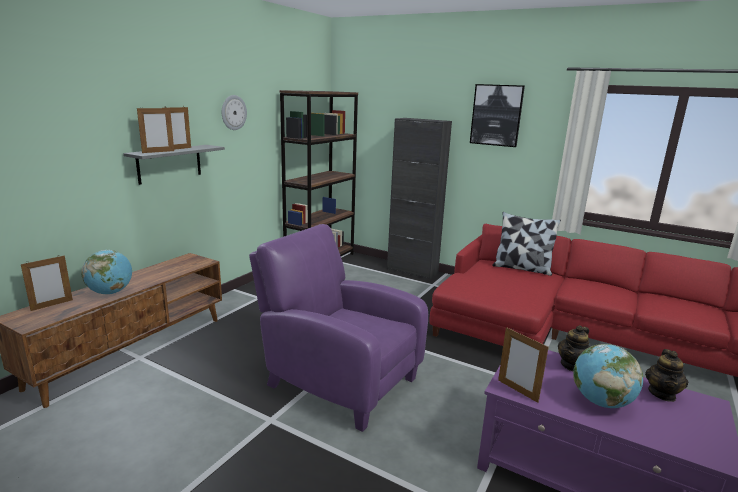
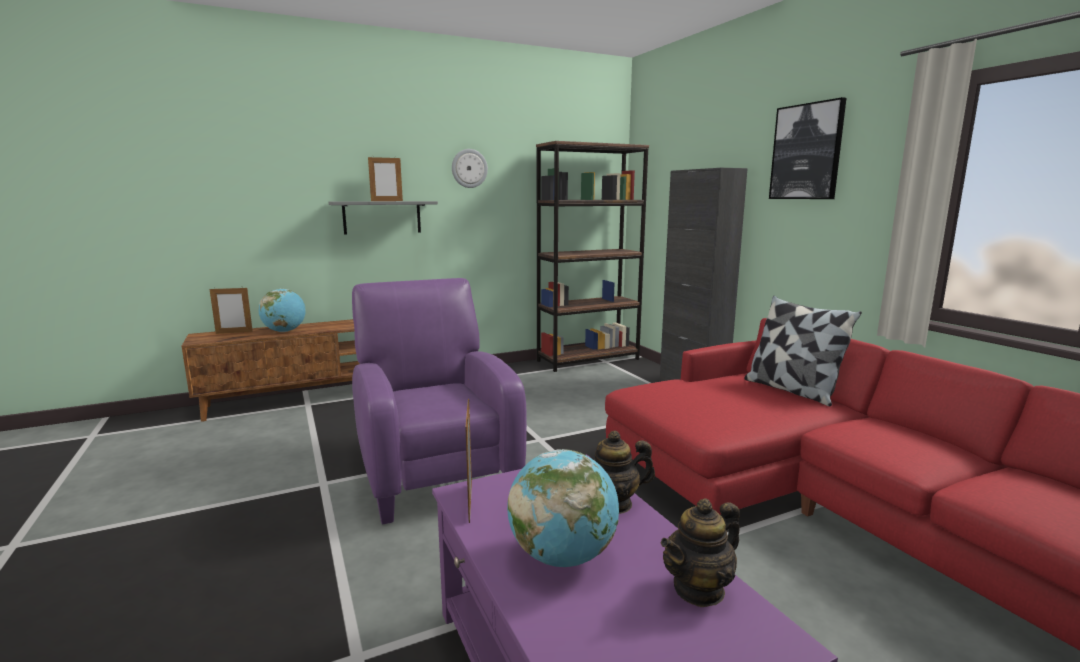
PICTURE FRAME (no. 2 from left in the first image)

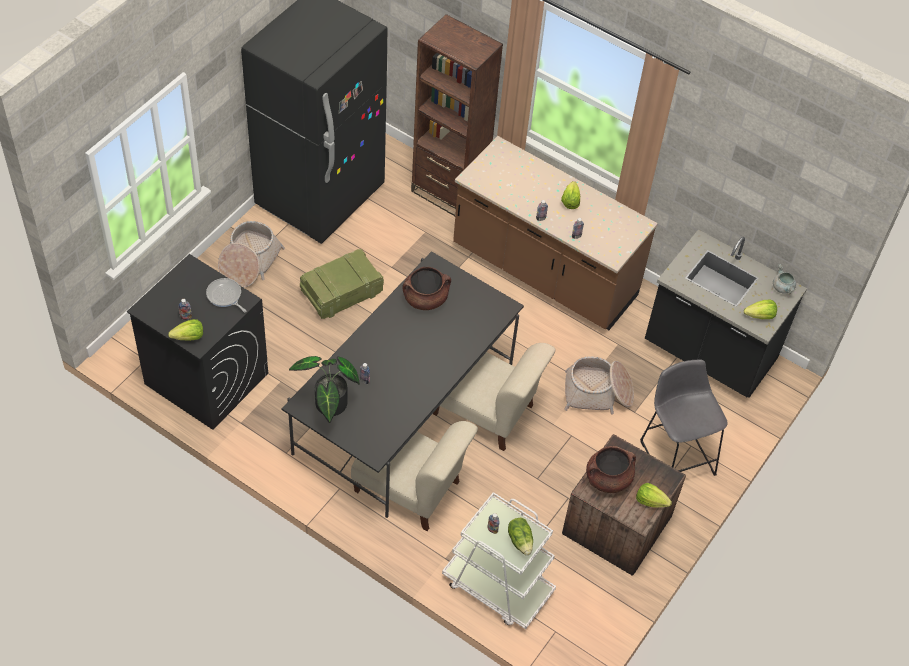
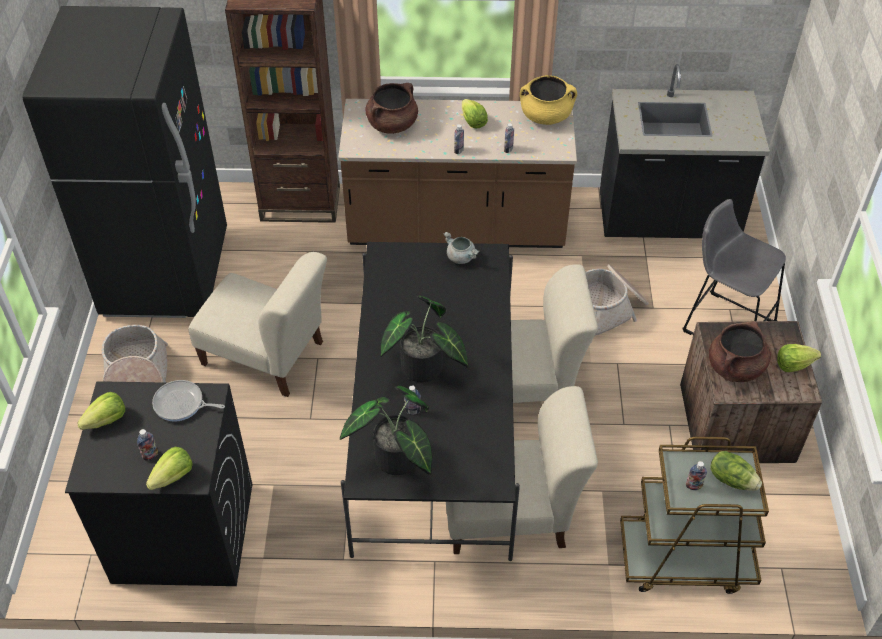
BEIGE CHAIR (no. 1 from left); GREY COOKING POT; BROWN COOKING POT (no. 1 from left); LETTUCE (no. 1 from left); BROWN CART; YELLOW COOKING POT; POTTED PLANT (no. 2 from left)

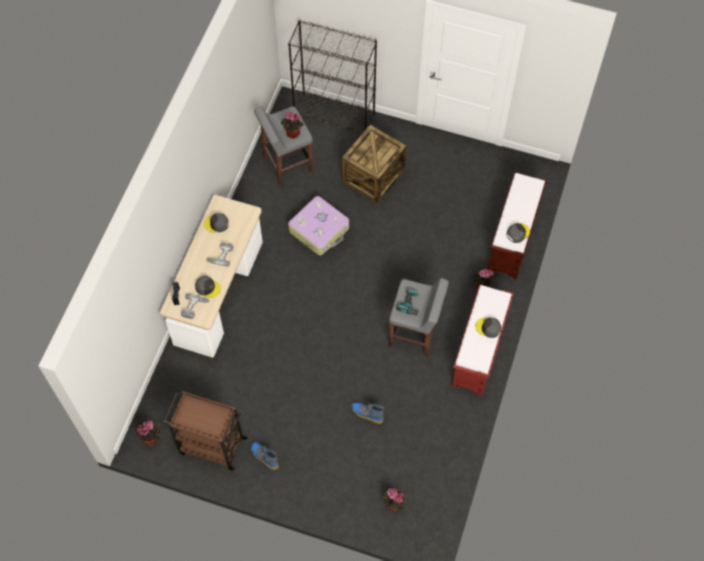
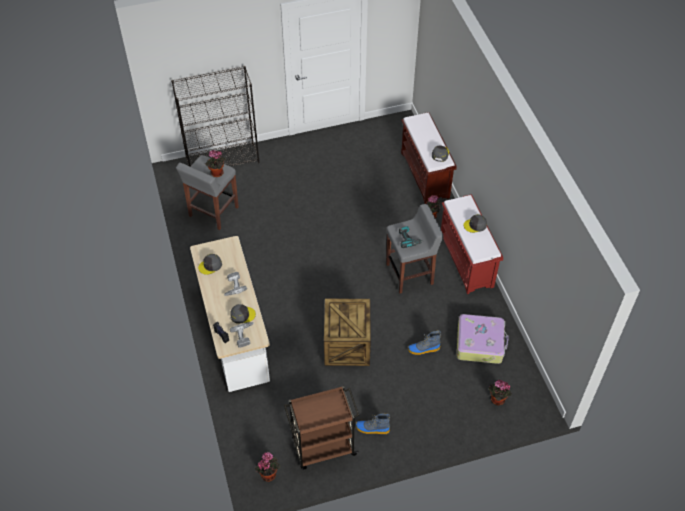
CRATE; SUITCASE

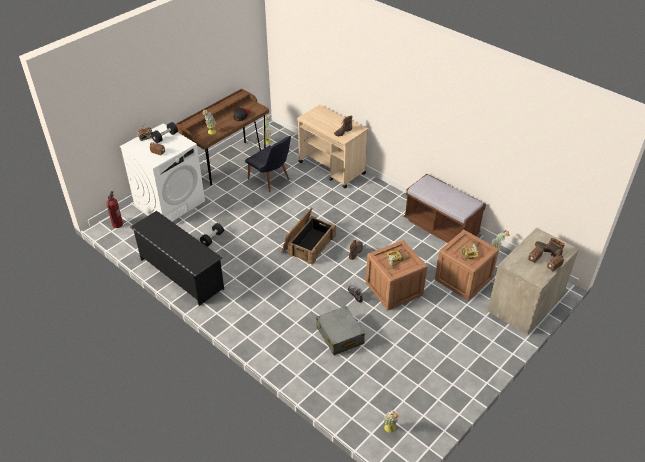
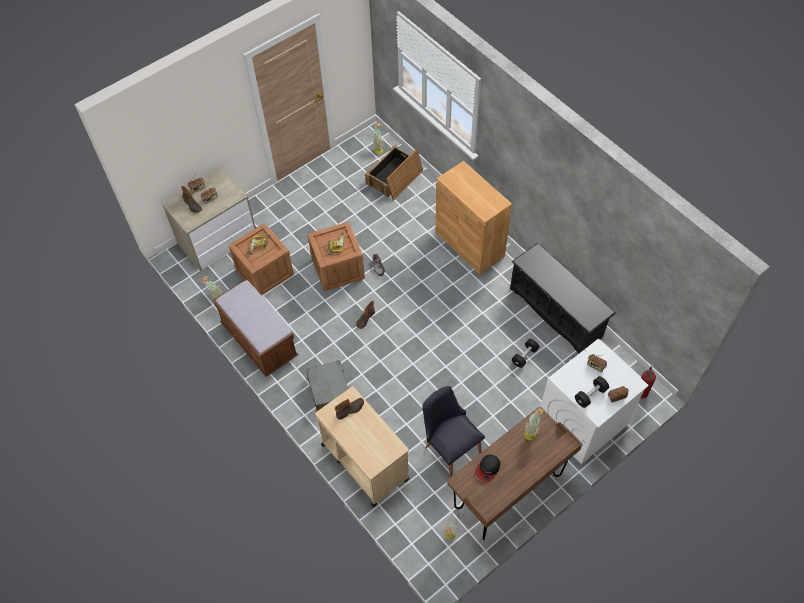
CRATE (no. 3 from left); GREY SUITCASE; BROWN CABINET

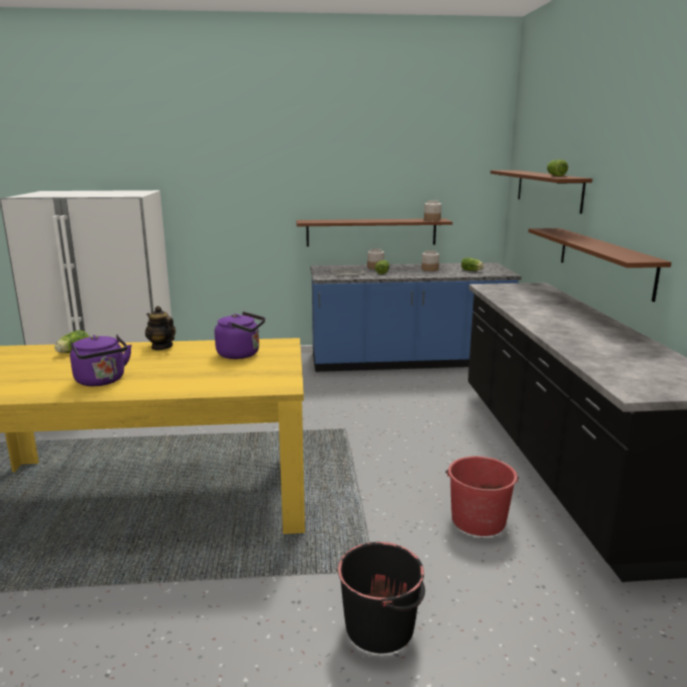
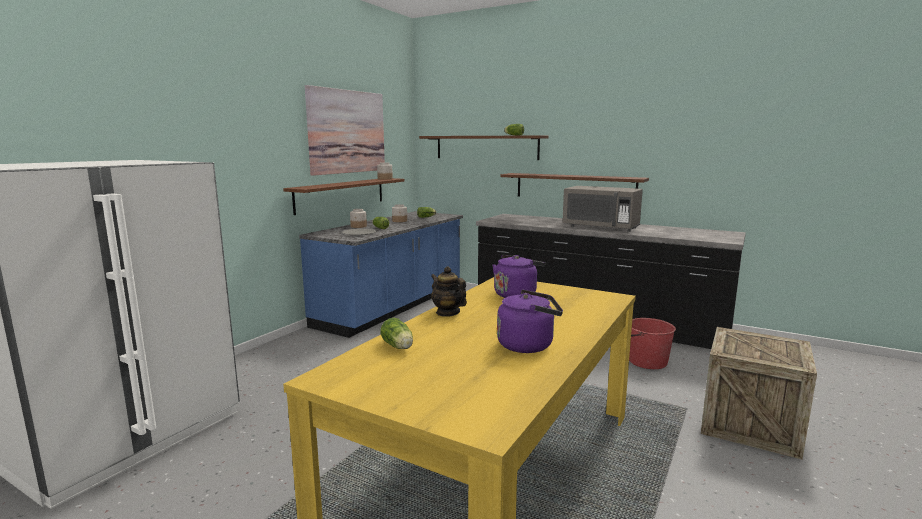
TEAPOT; CRATE; PICTURE; GREY MICROWAVE

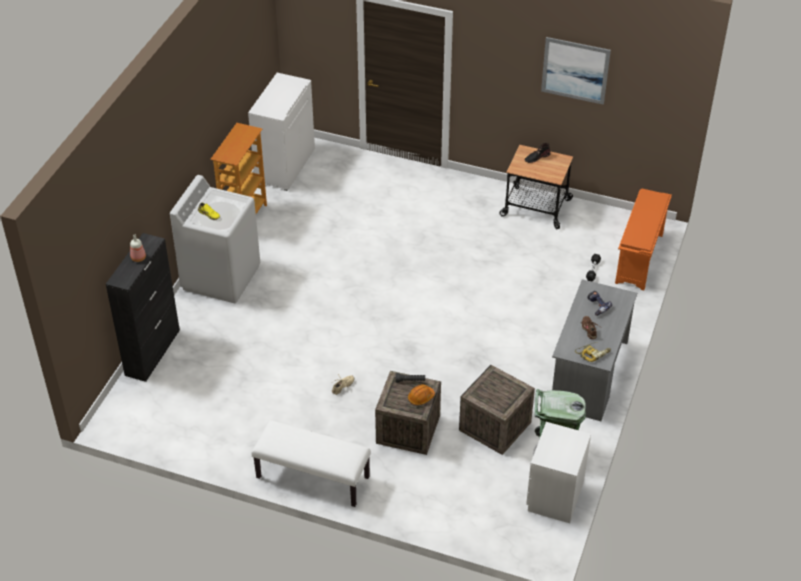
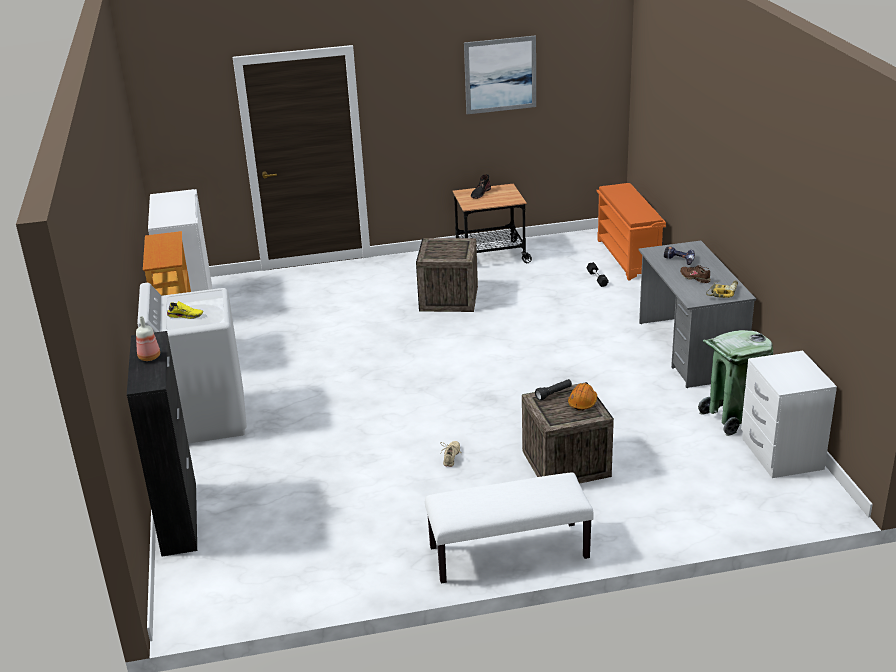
CRATE (no. 1 from left)

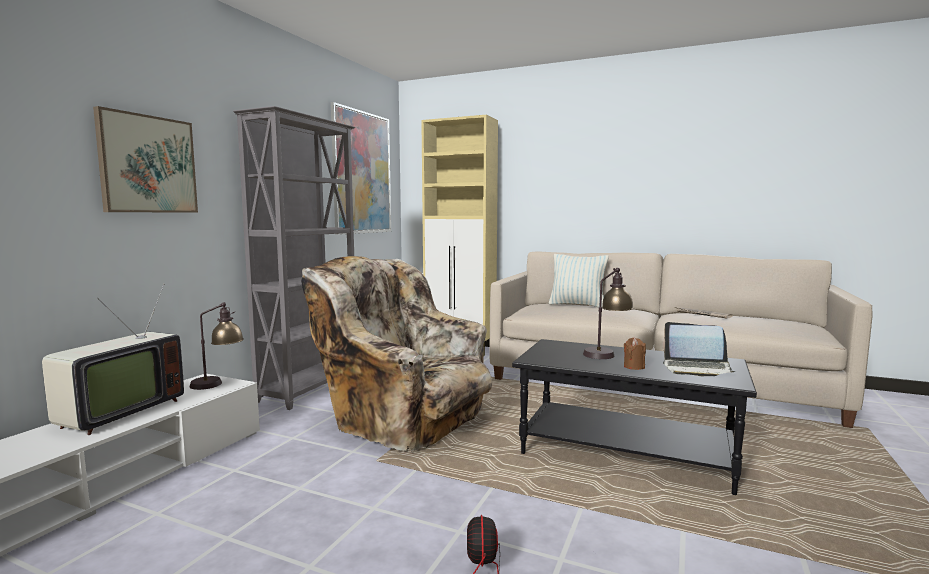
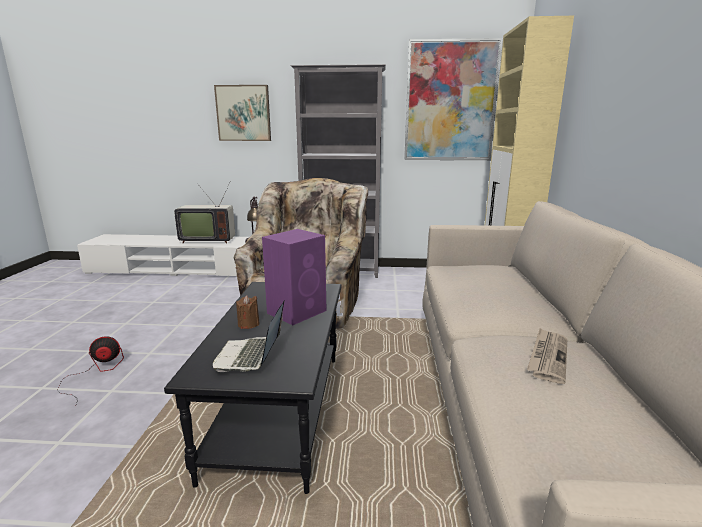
PILLOW; PURPLE SPEAKER

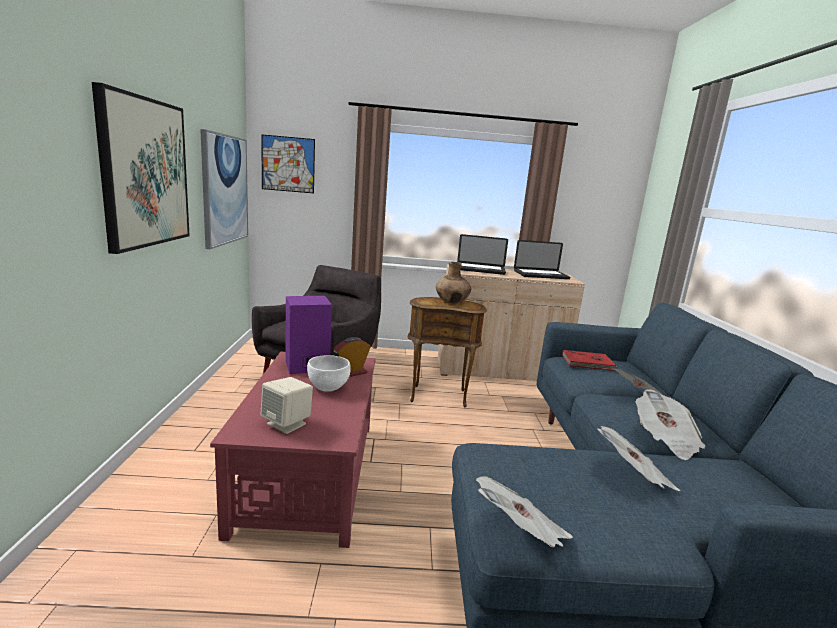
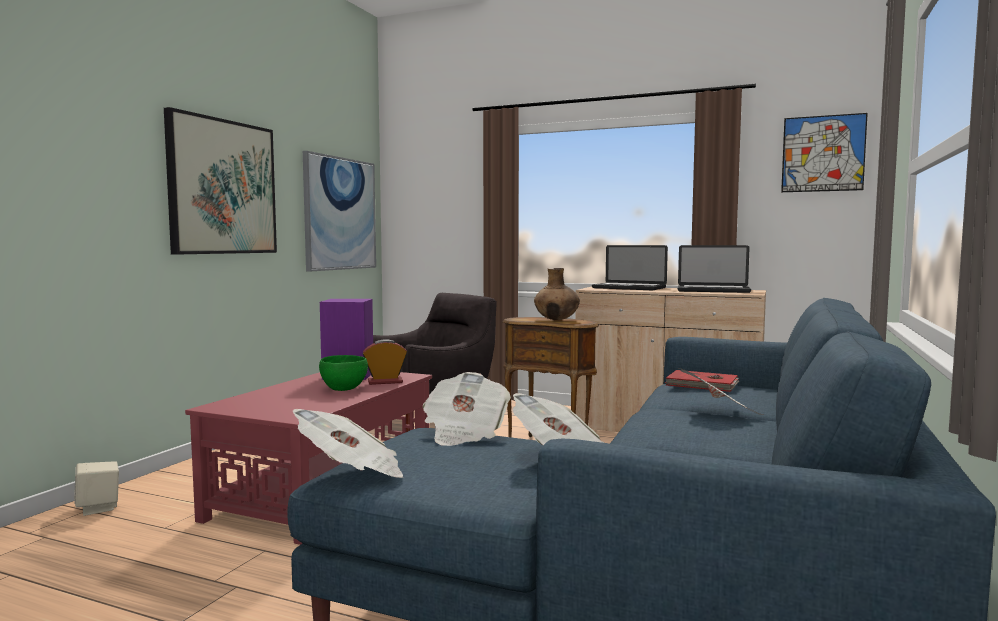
PICTURE (no. 3 from left); GREEN BOWL; BEIGE SPEAKER; NEWSPAPER (no. 2 from left)

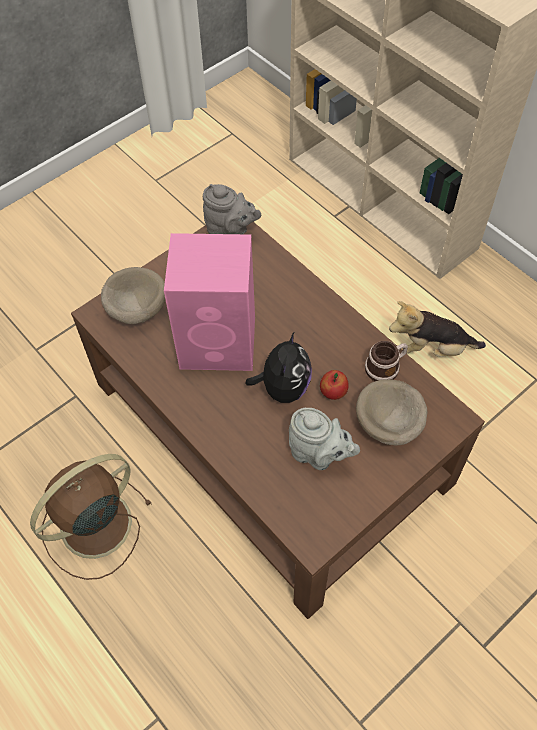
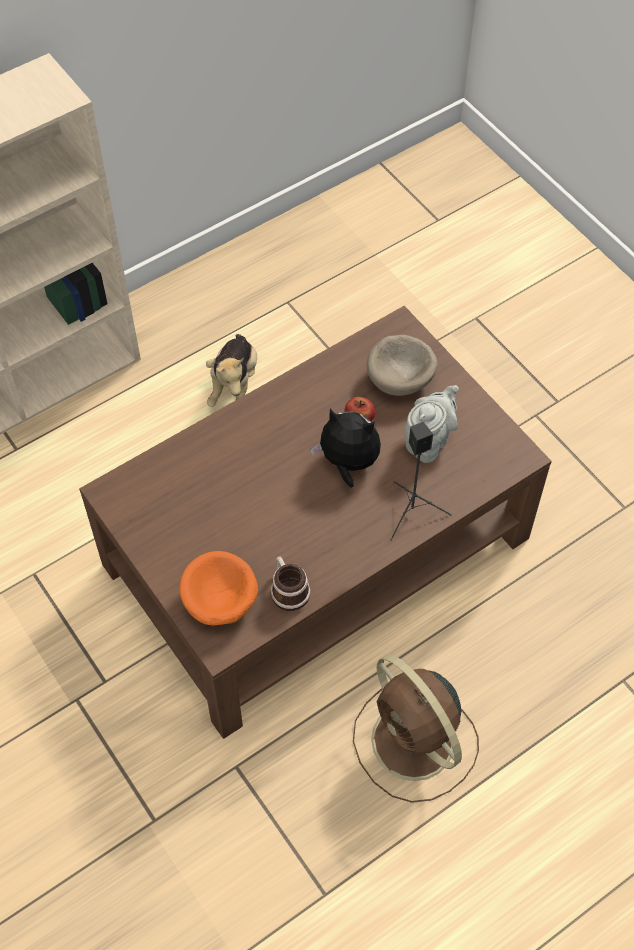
GREY TEAPOT (no. 1 from left in the first image); PINK SPEAKER; ORANGE BOWL; MUG; BLACK SPEAKER

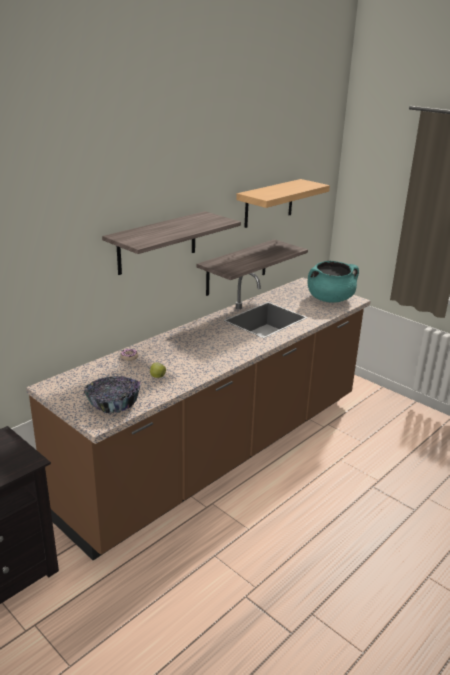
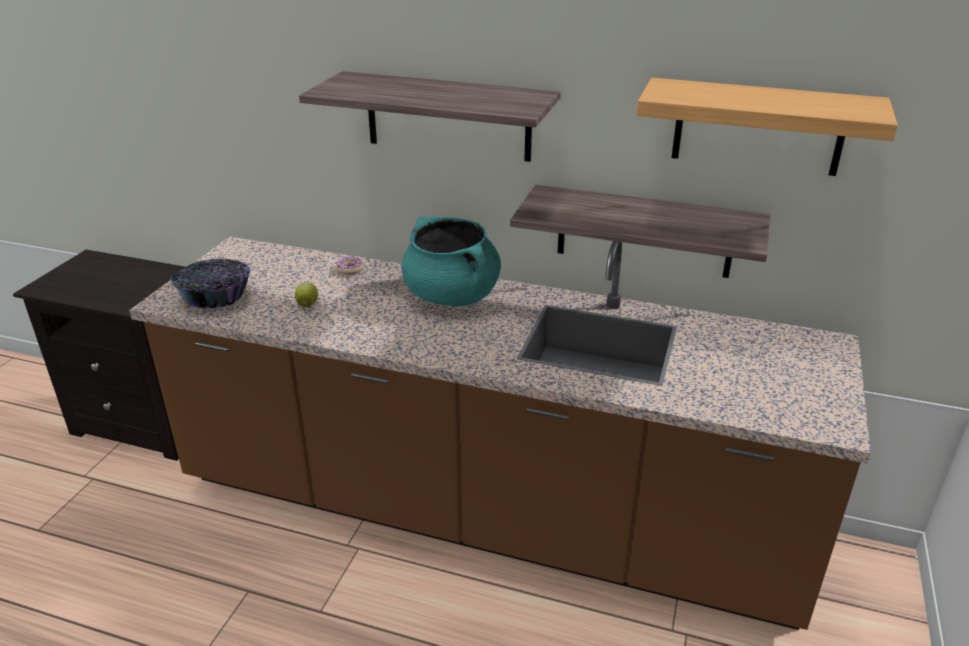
TURQUOISE COOKING POT

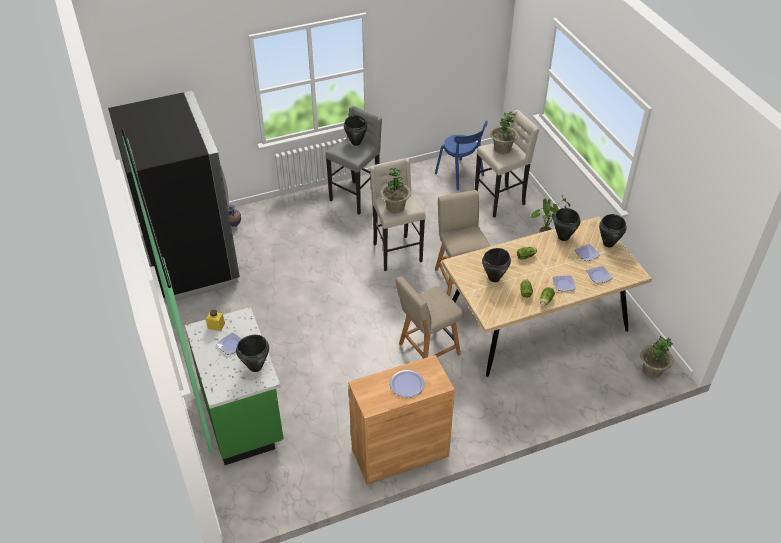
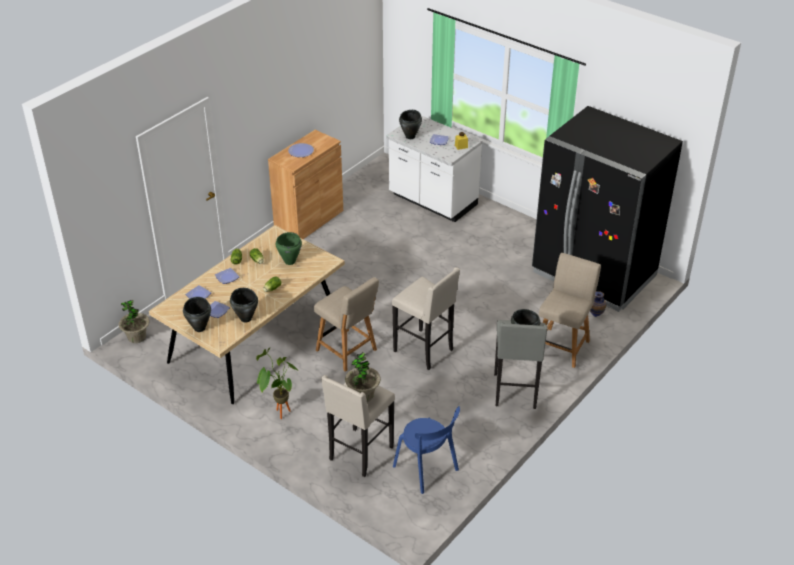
BLUE CHAIR; POTTED PLANT (no. 1 from left in the first image); GREEN COOKING POT; BEIGE CHAIR (no. 2 from left); WHITE COUNTER

